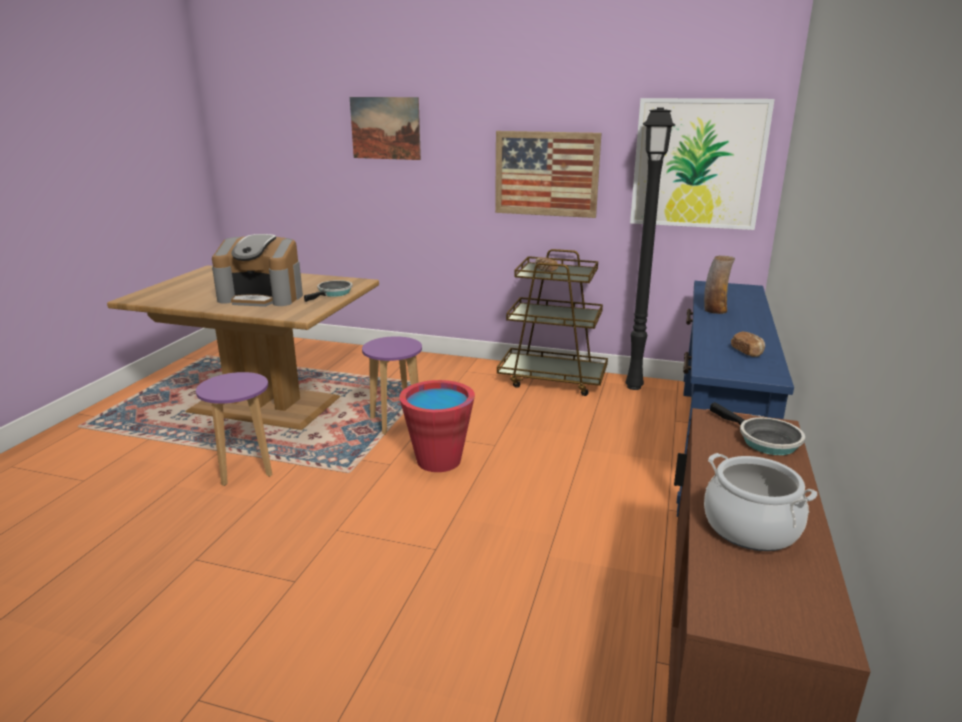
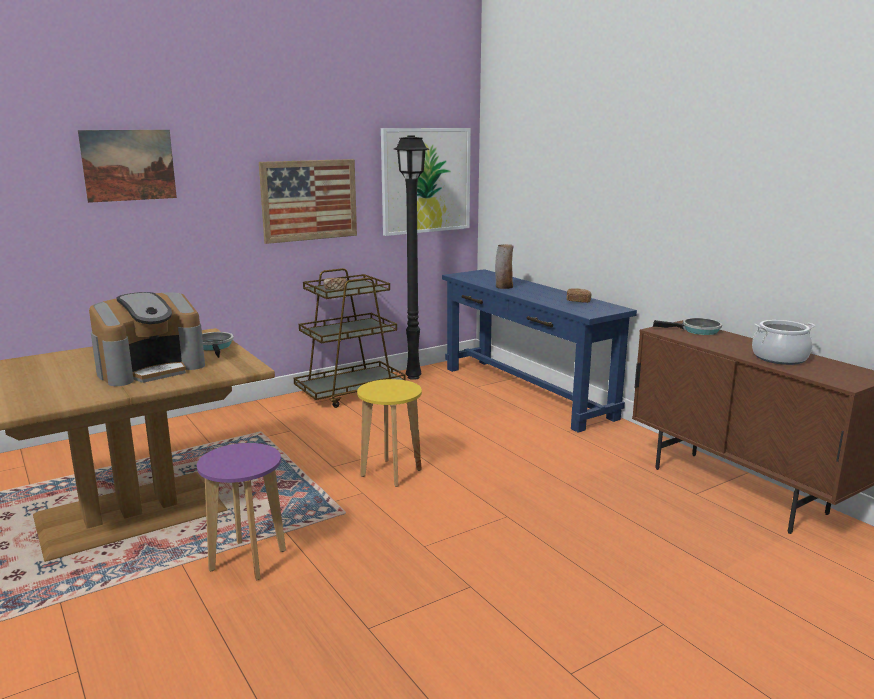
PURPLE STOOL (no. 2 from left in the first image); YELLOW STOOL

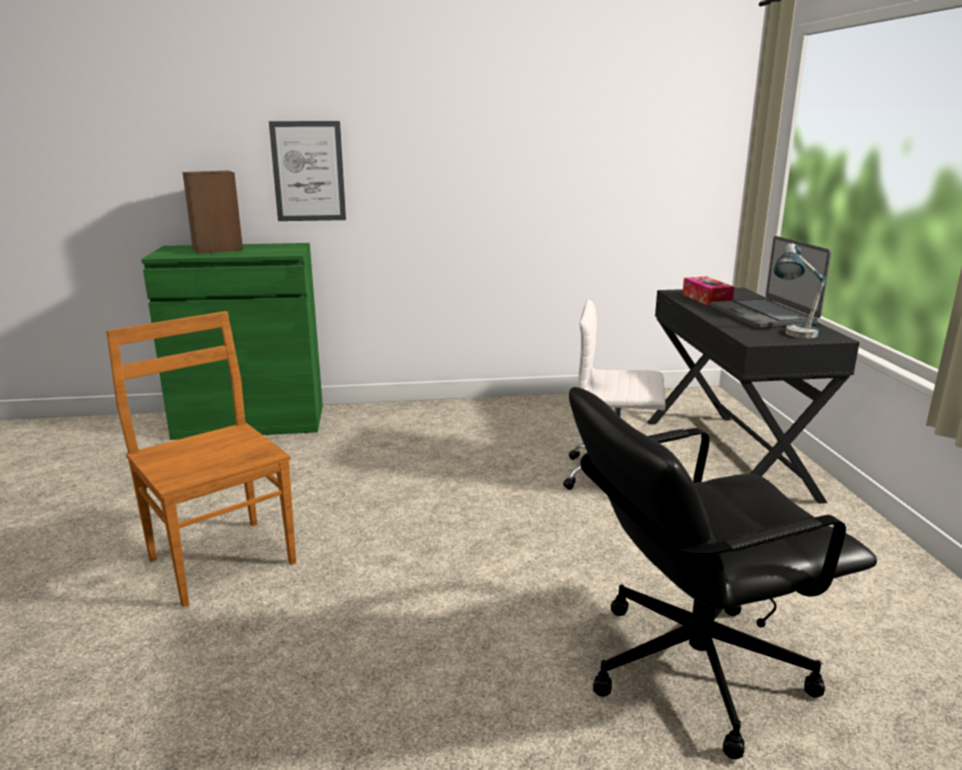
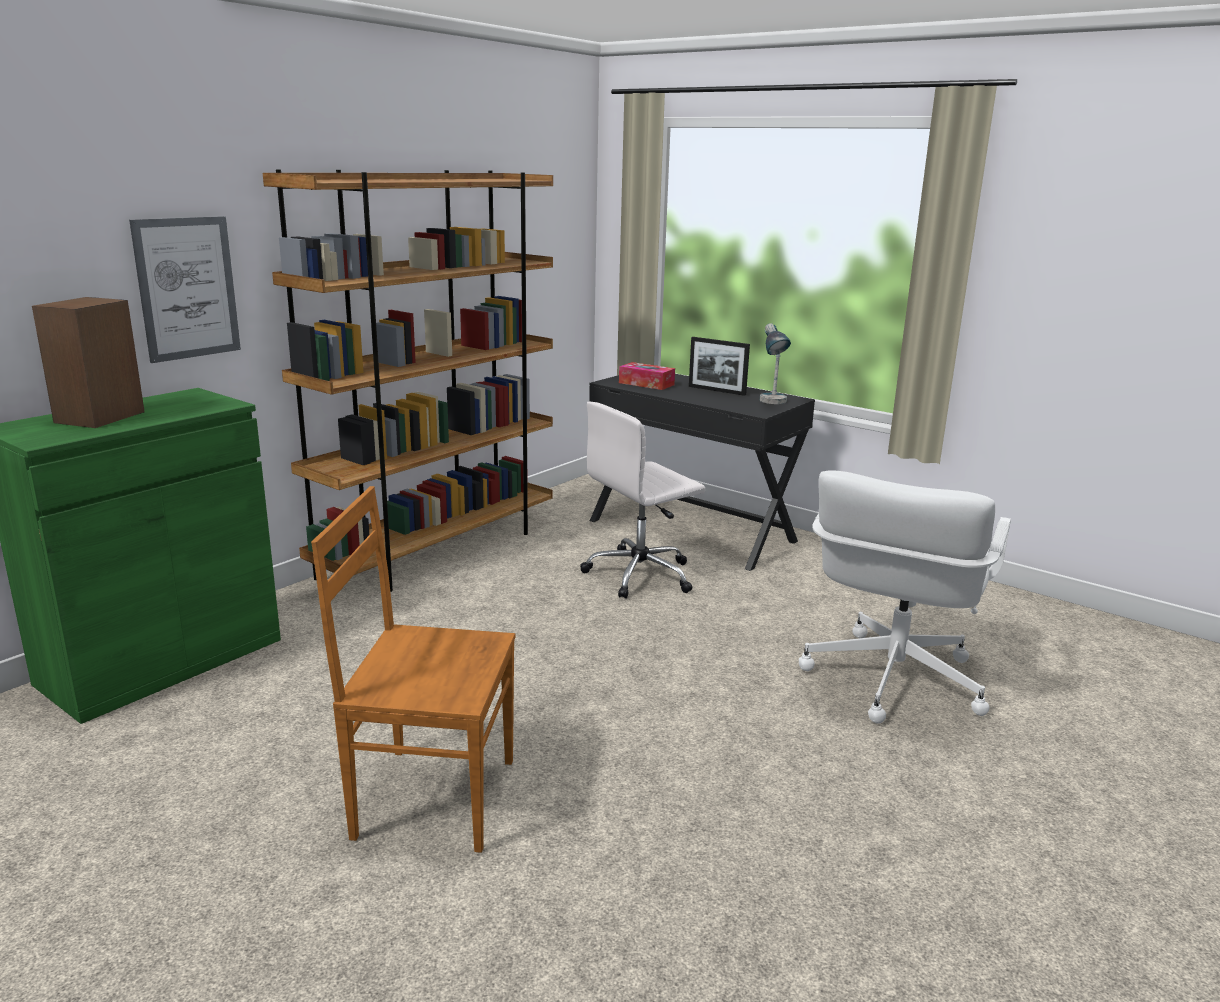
PICTURE FRAME; WHITE OFFICE CHAIR (no. 2 from left); BROWN BOOKCASE

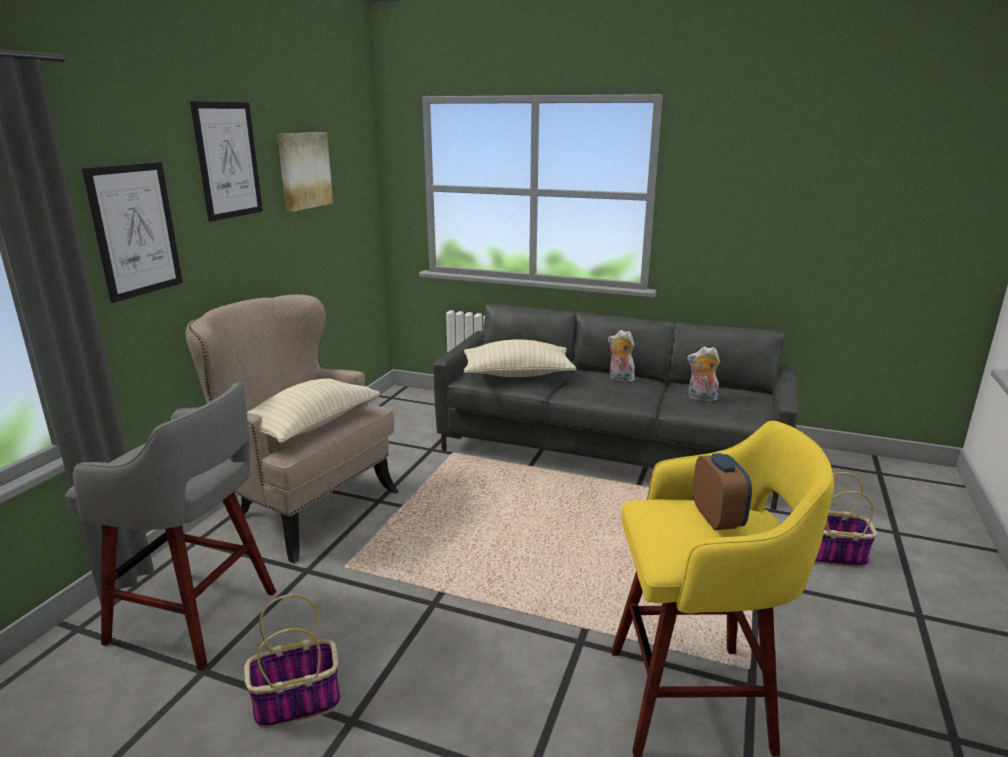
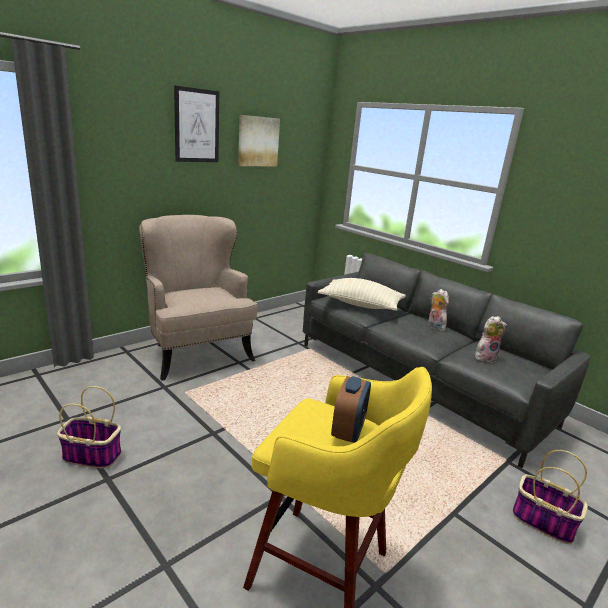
PICTURE (no. 1 from left in the first image); PLUSH TOY (no. 2 from left); BEIGE PILLOW (no. 1 from left in the first image); GREY STOOL

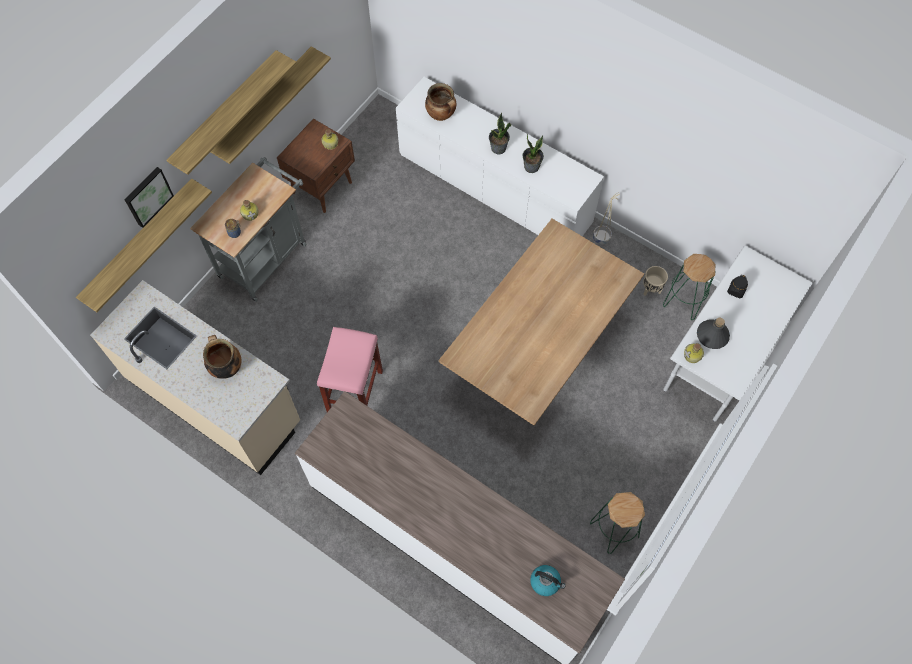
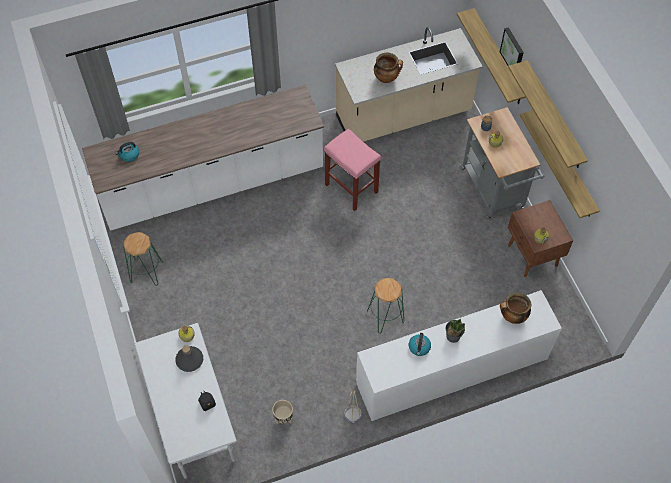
KETTLE (no. 2 from left); BROWN DINING TABLE; GREEN STOOL (no. 2 from left)

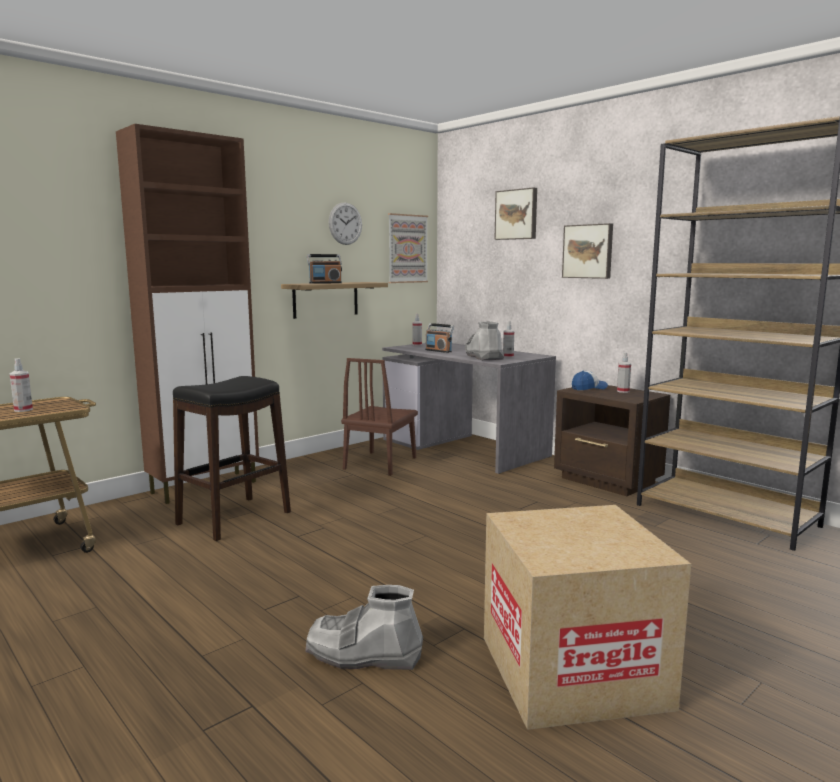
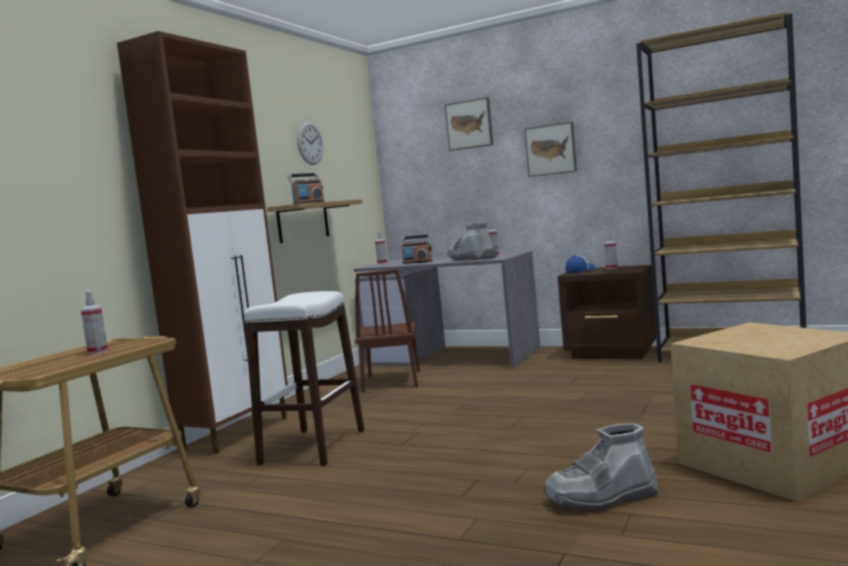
PICTURE (no. 1 from left in the first image); WHITE STOOL

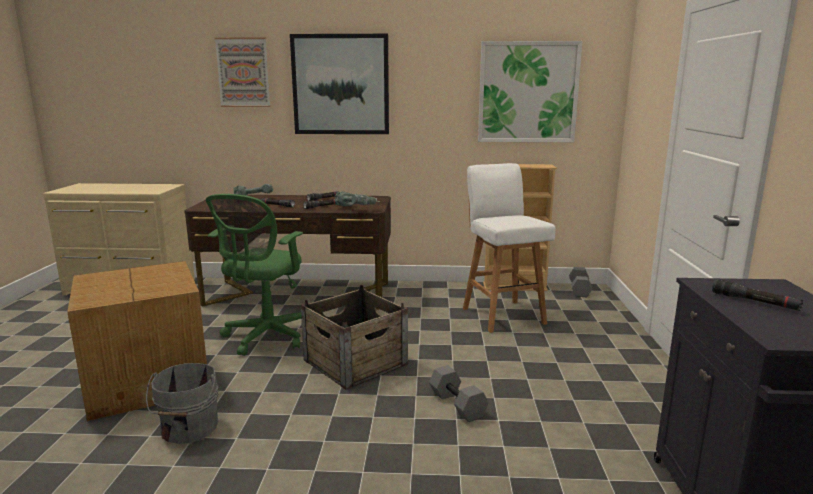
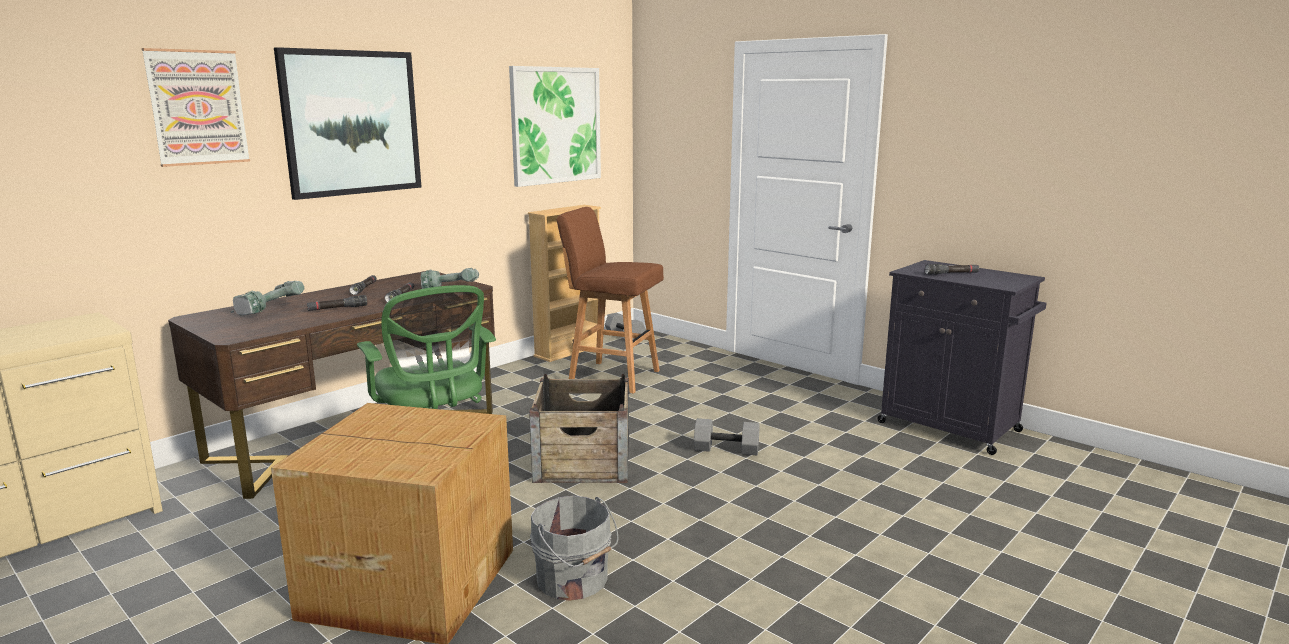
BROWN STOOL

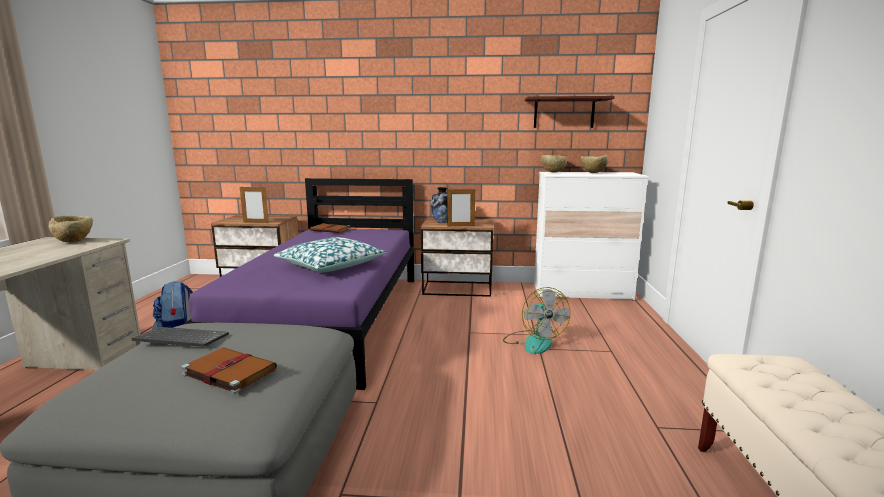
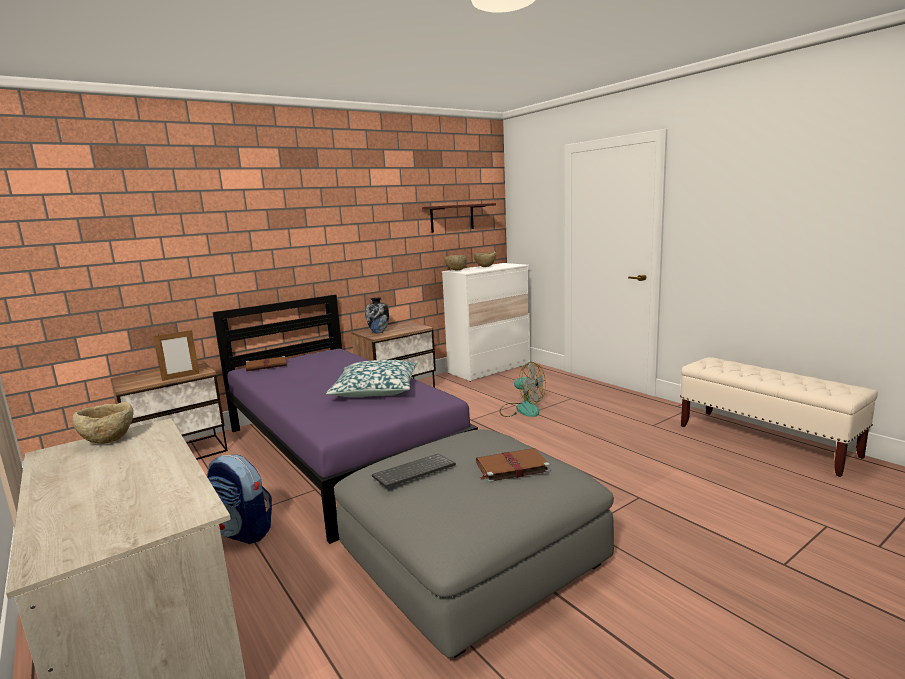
PICTURE FRAME (no. 2 from left in the first image)

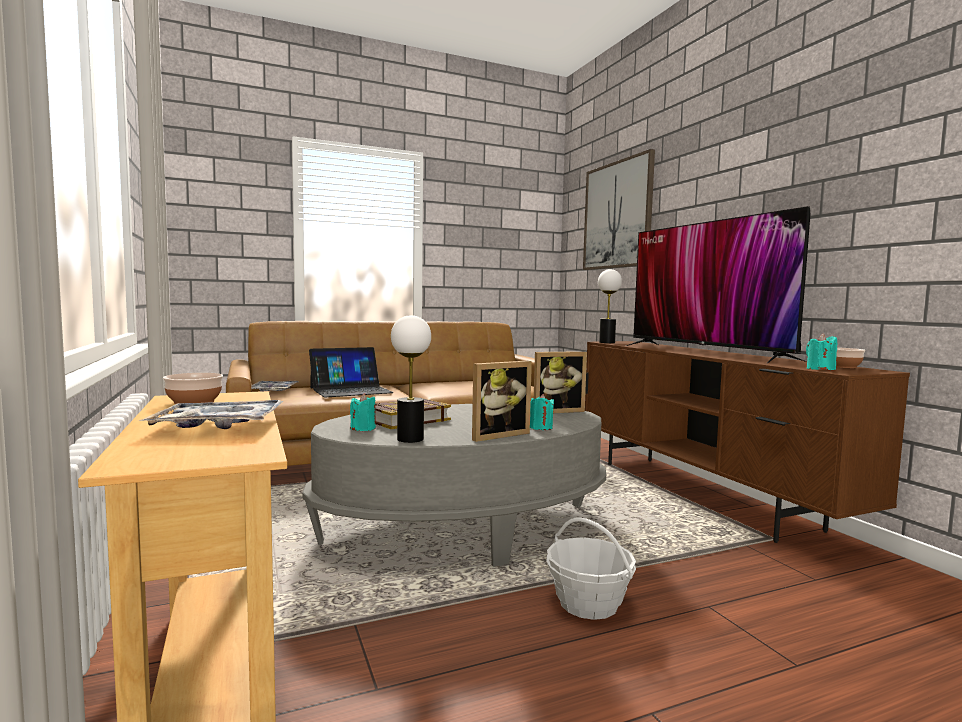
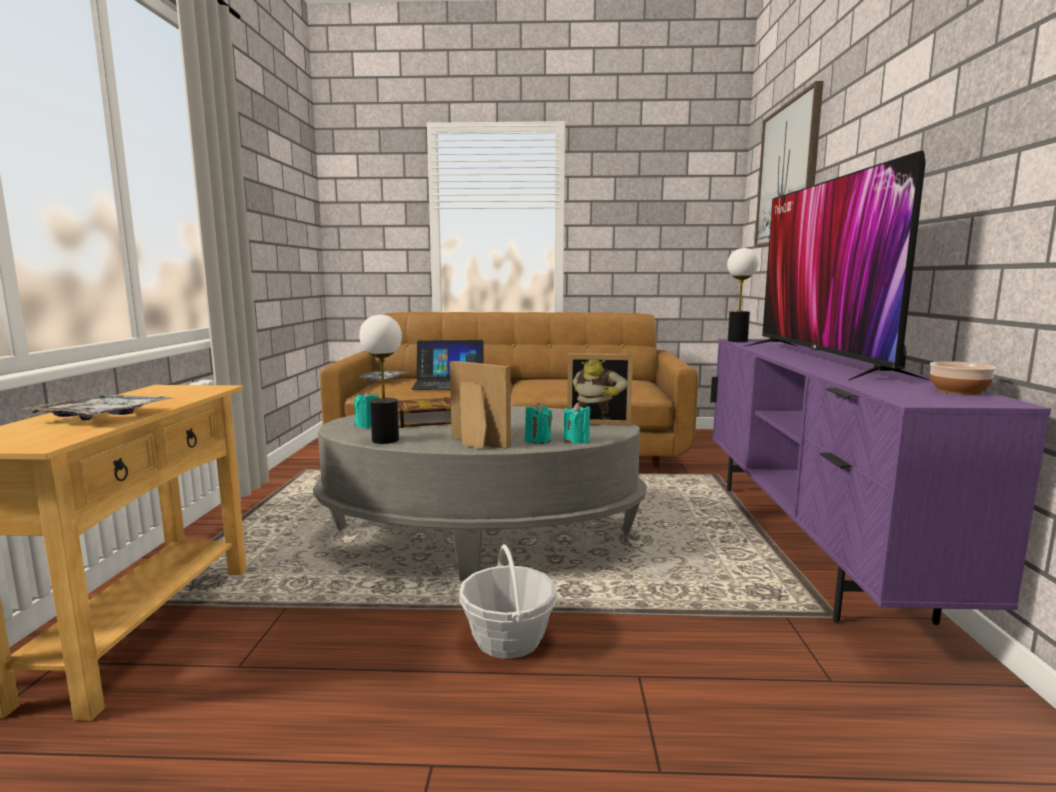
TURQUOISE CANDLE (no. 3 from left); PURPLE TV STAND; PICTURE FRAME (no. 1 from left); BOWL (no. 1 from left in the first image)

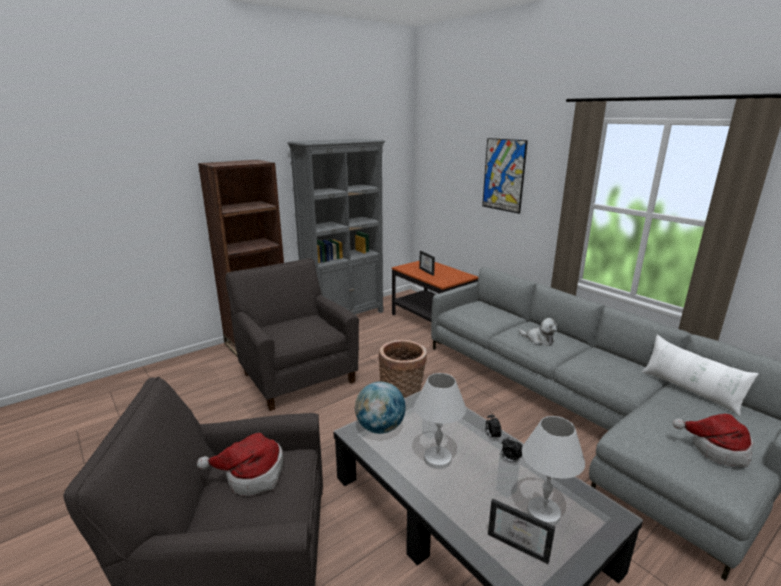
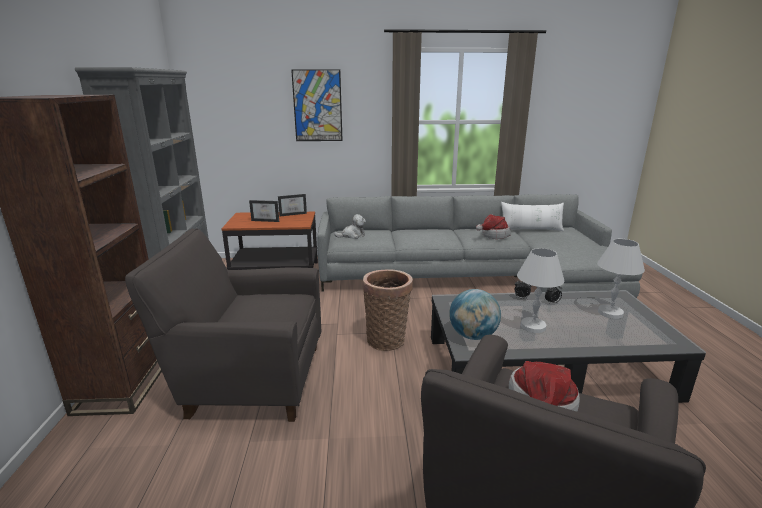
PLUSH TOY; HAT (no. 1 from left); PICTURE FRAME (no. 2 from left)

